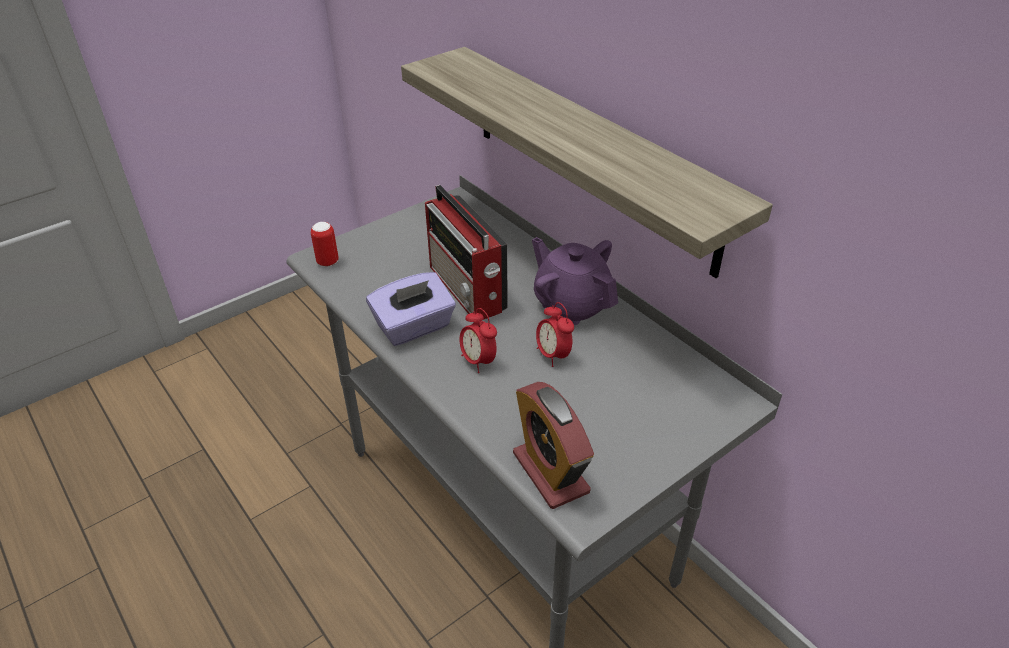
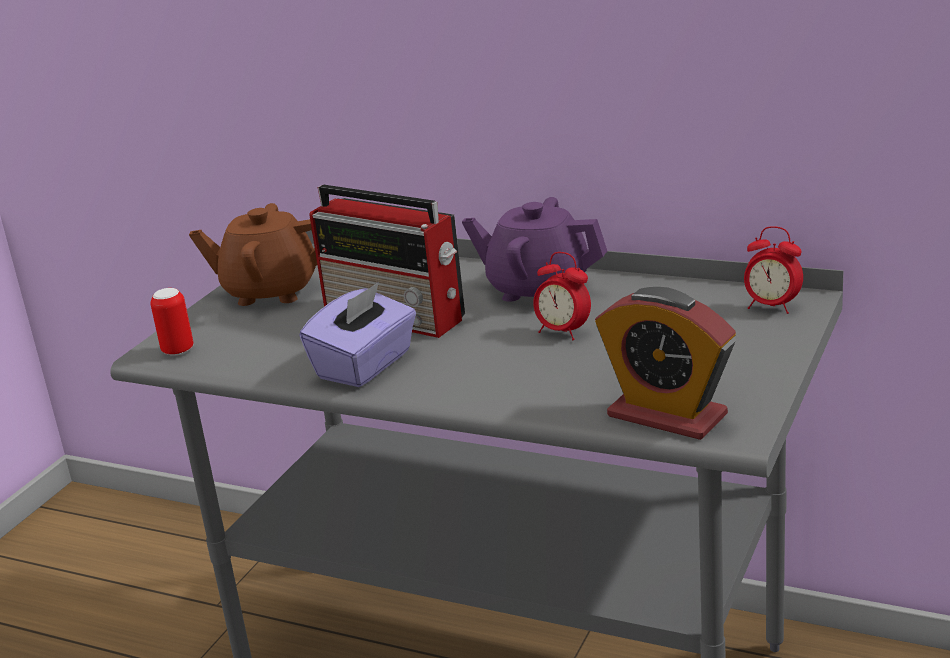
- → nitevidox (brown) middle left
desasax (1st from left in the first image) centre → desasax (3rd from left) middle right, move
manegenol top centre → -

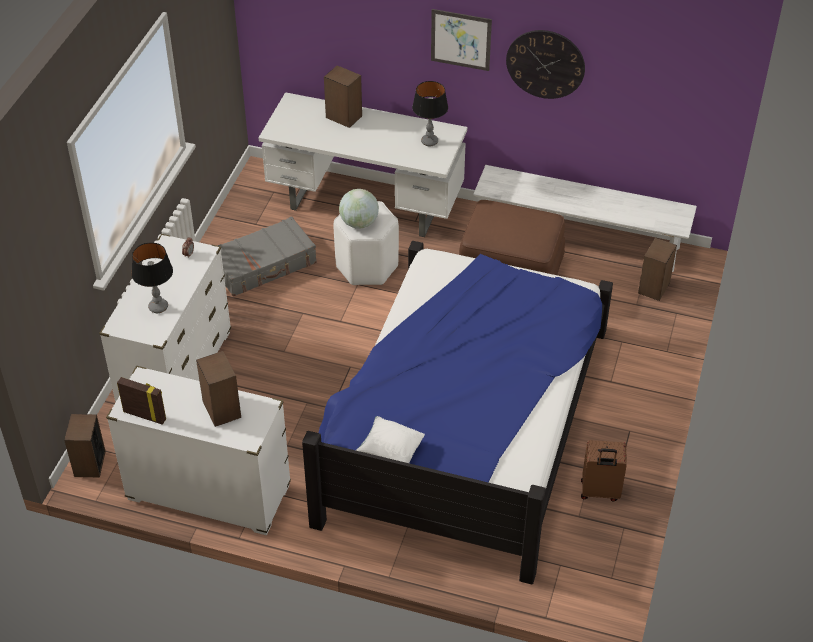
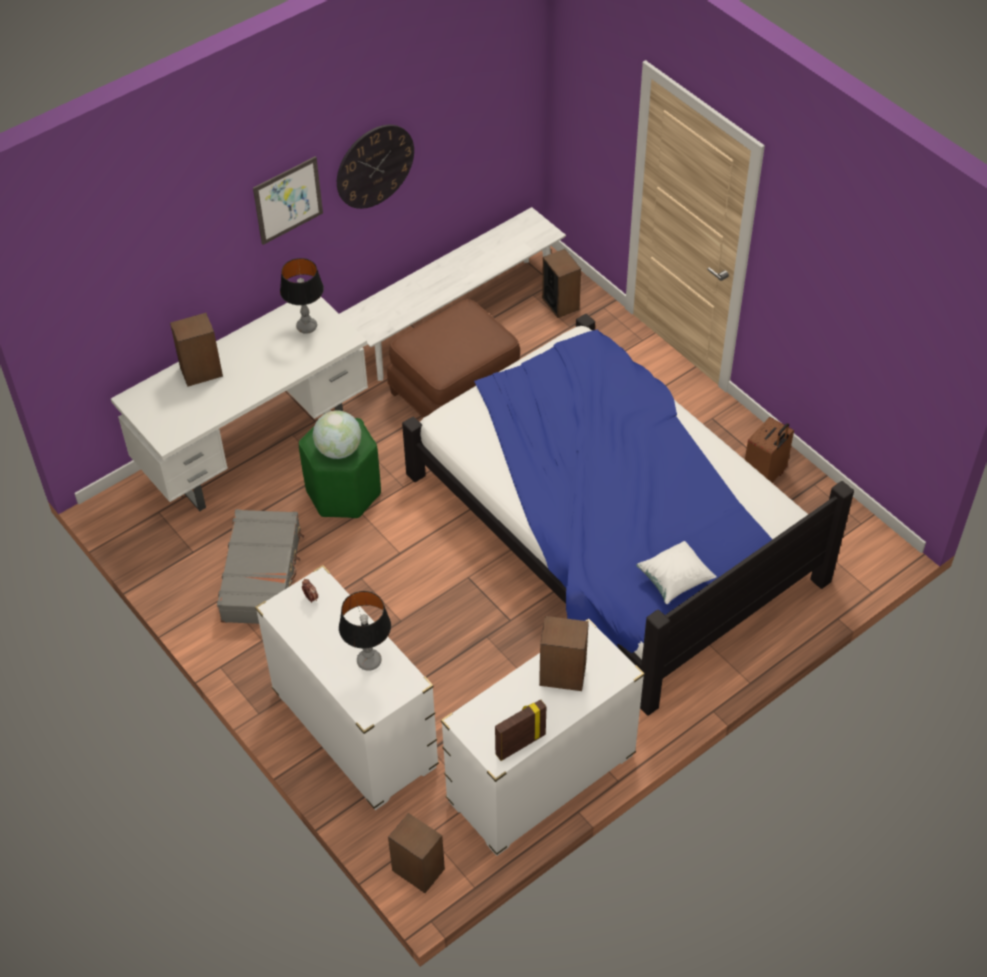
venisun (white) centre → venisun (green) centre

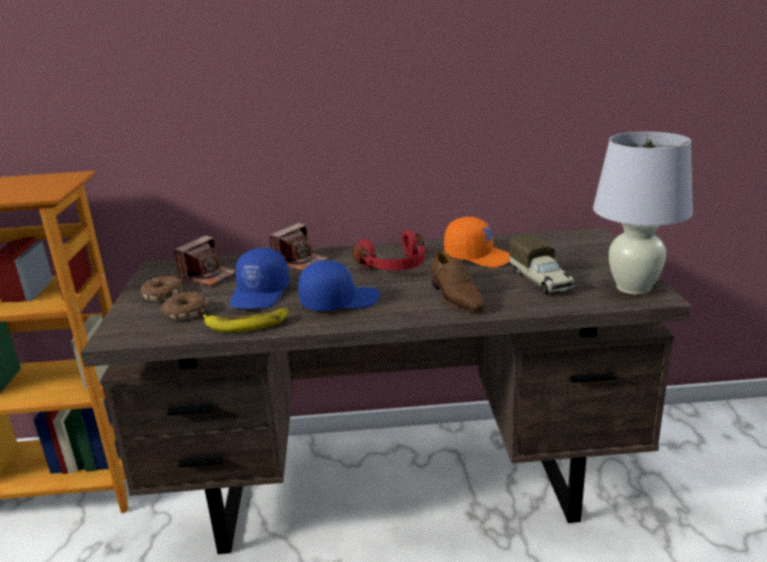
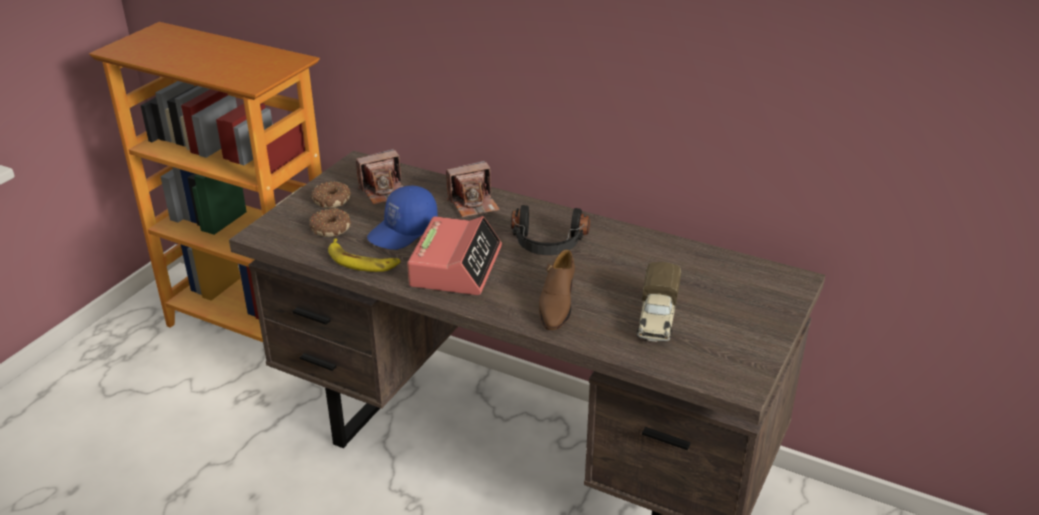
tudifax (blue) (2nd from left) centre → desasax centre
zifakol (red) centre → zifakol (black) centre
tudifax (orange) centre → -
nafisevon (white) middle right → -

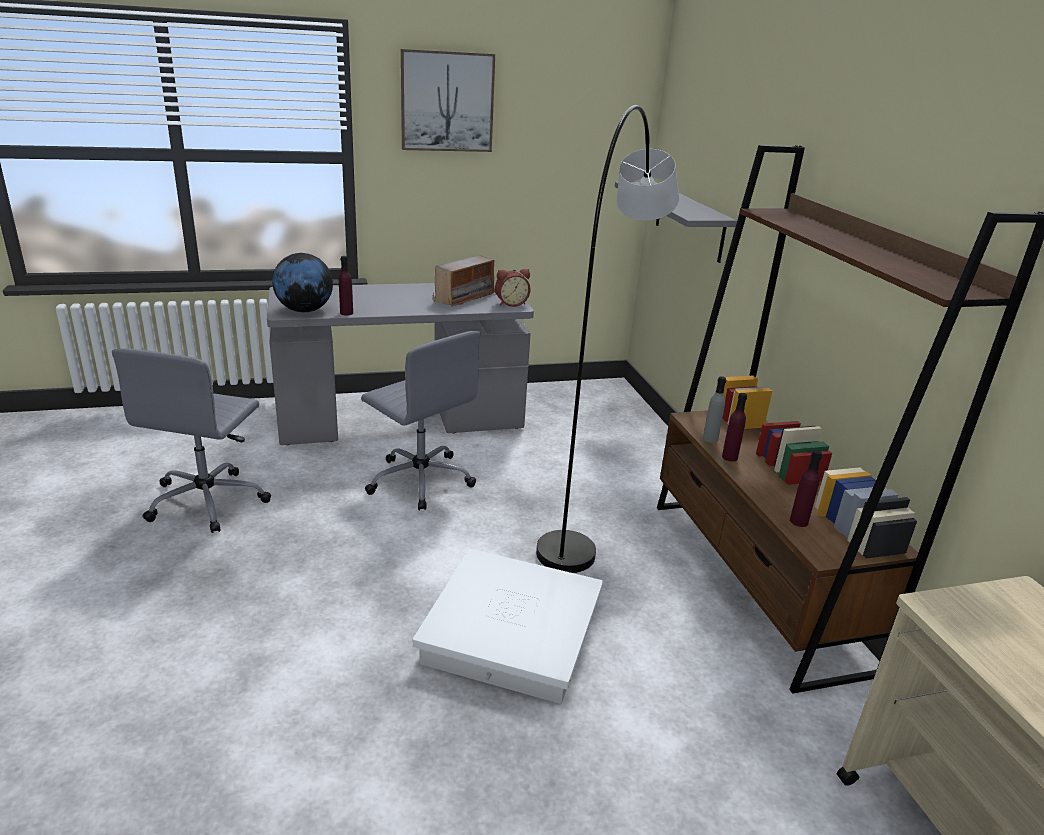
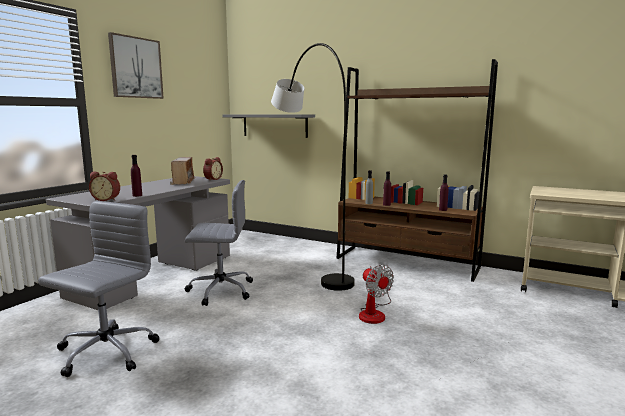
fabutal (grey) (1st from left) middle left → fabutal (grey) (1st from left) bottom left, 120 degrees counterclockwise
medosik middle left → desasax (1st from left) middle left
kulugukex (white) bottom centre → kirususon bottom centre

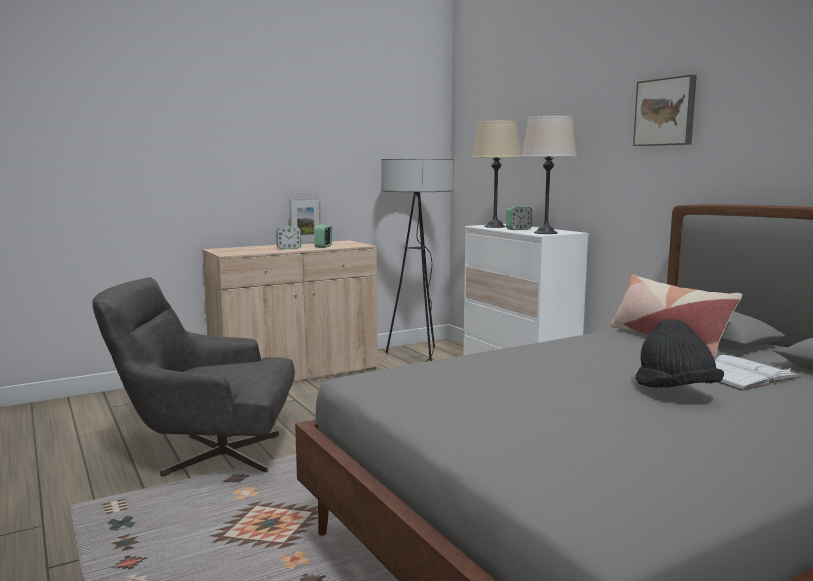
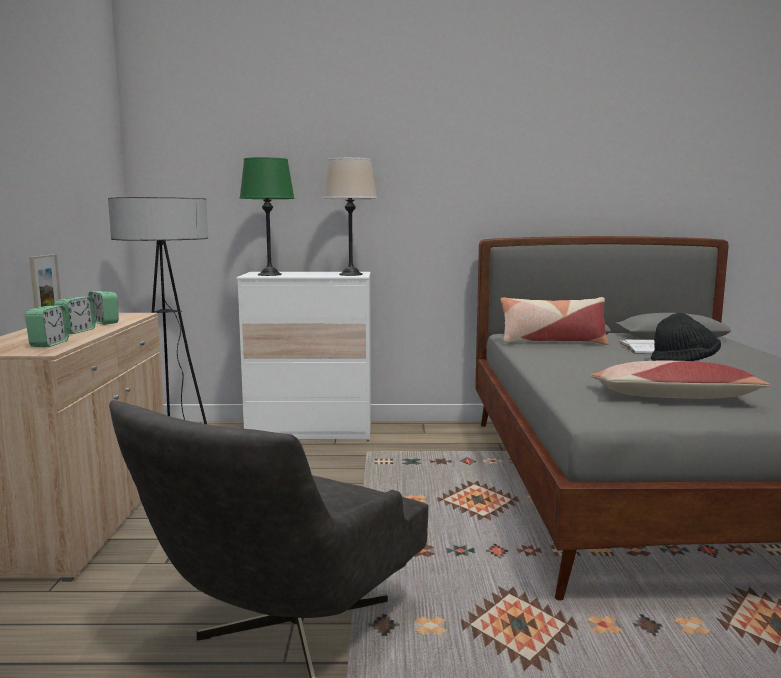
desasax (3rd from left in the first image) centre → desasax (1st from left) middle left, move
nafisevon (beige) (1st from left) top centre → nafisevon (green) top centre
- → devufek (2nd from left) middle right
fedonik top right → -

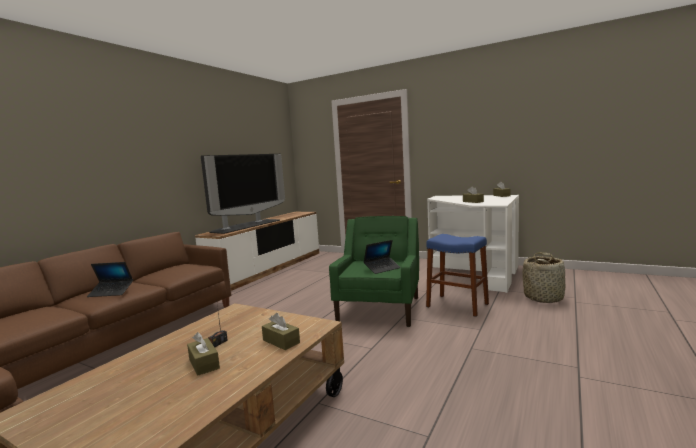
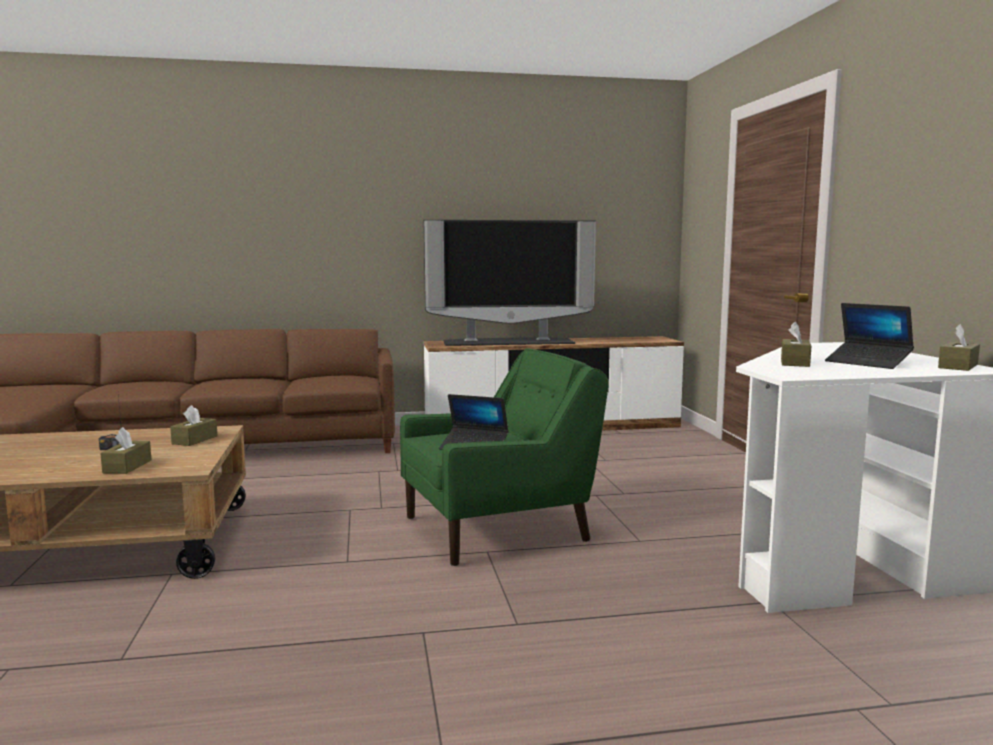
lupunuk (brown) (1st from left in the first image) bottom left → lupunuk (brown) (2nd from left) middle left, move
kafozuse (1st from left in the first image) middle left → kafozuse (2nd from left) middle right, move
venisun (blue) centre → -
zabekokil middle right → -

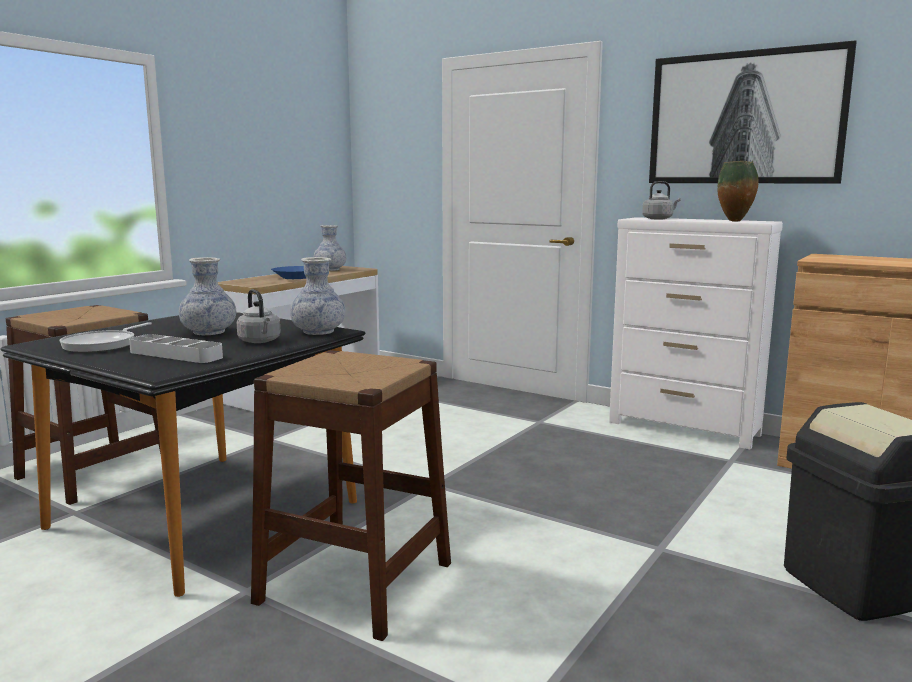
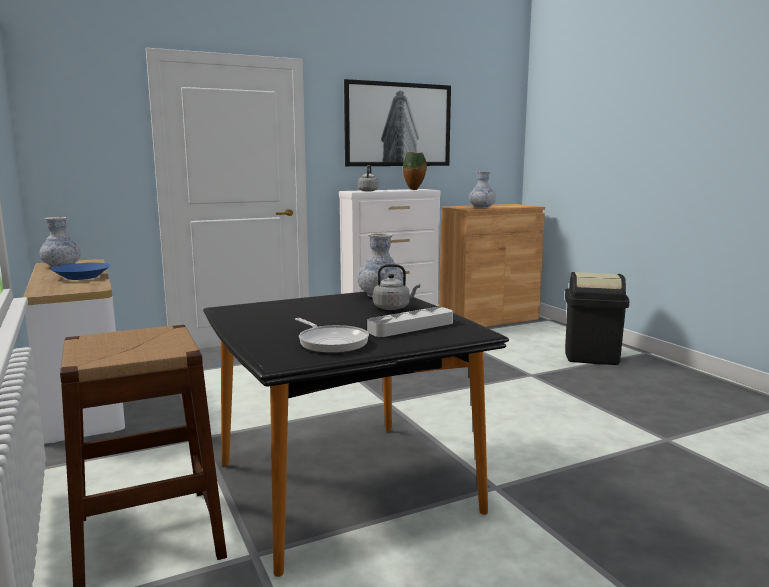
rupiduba (1st from left in the first image) middle left → rupiduba (4th from left) top centre, move
venisun (brown) (2nd from left) bottom centre → -

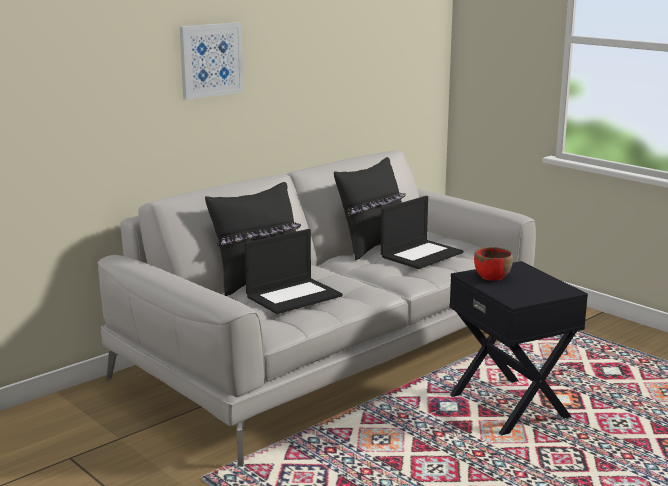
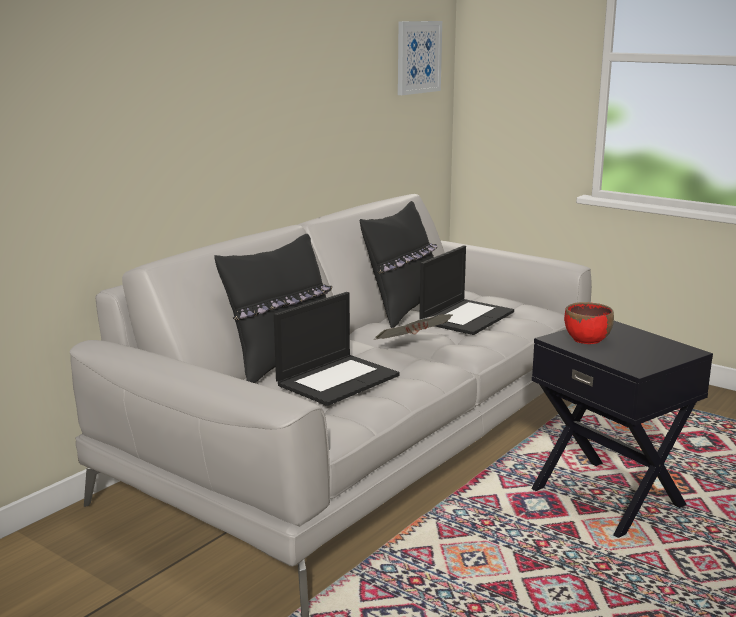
- → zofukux centre
fedonik top left → fedonik top centre, move

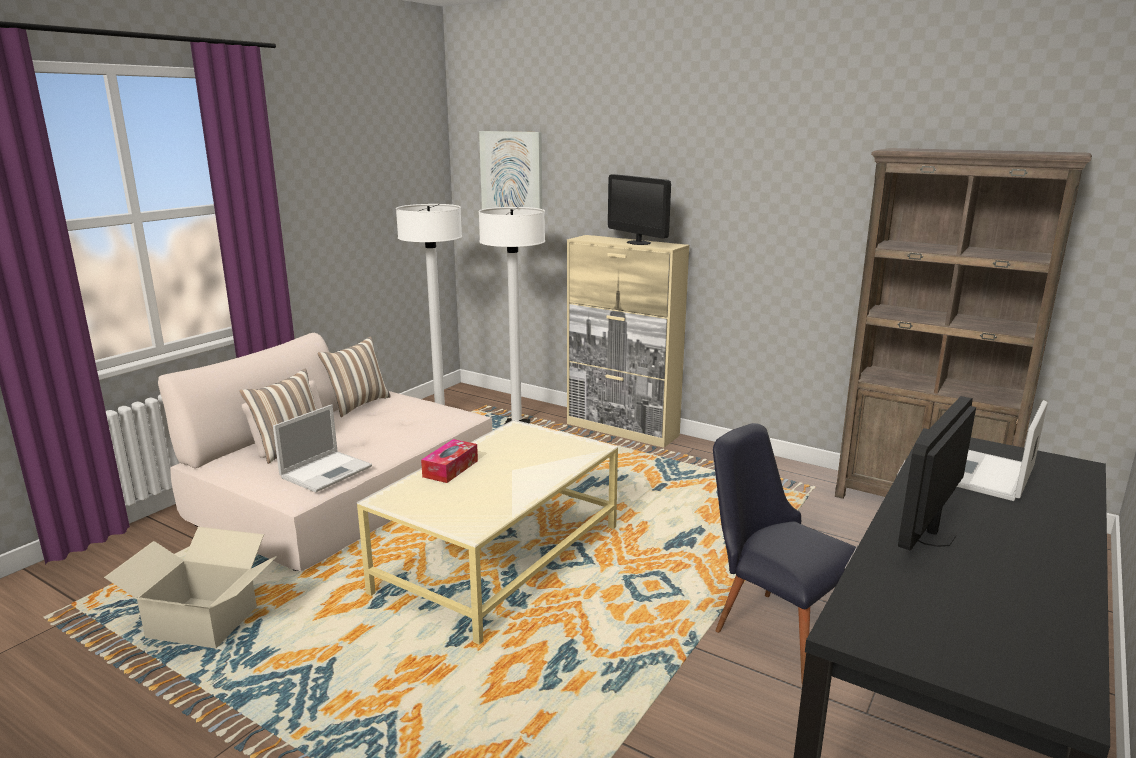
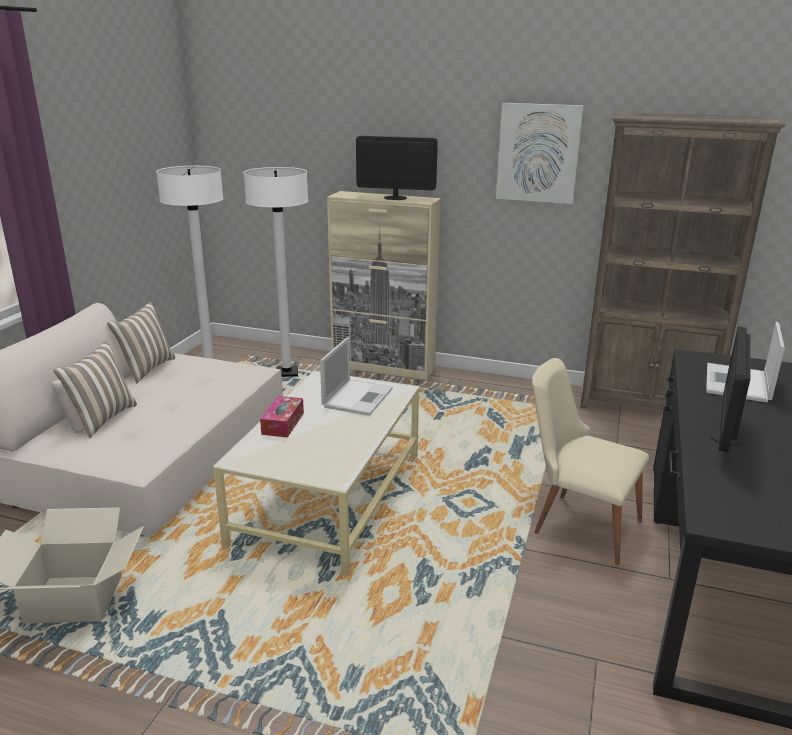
kafozuse (1st from left) middle left → kafozuse (1st from left) centre, move
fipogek (1st from left) top centre, 150 degrees clockwise
fedonik top centre → fedonik top right, move
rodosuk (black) bottom right → rodosuk (beige) middle right

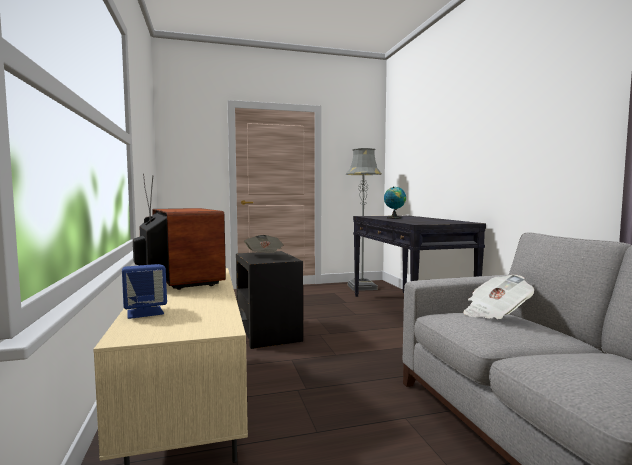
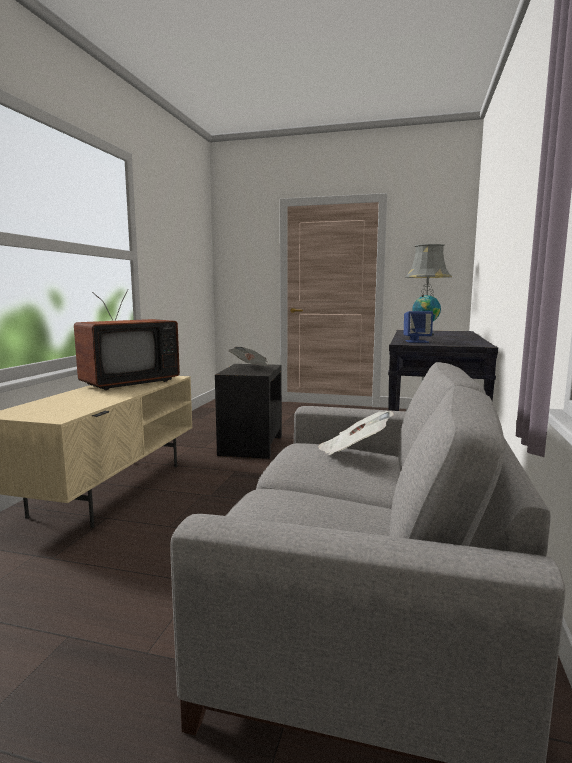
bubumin middle left, 45 degrees clockwise
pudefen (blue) middle left → pudefen (blue) middle right, move

